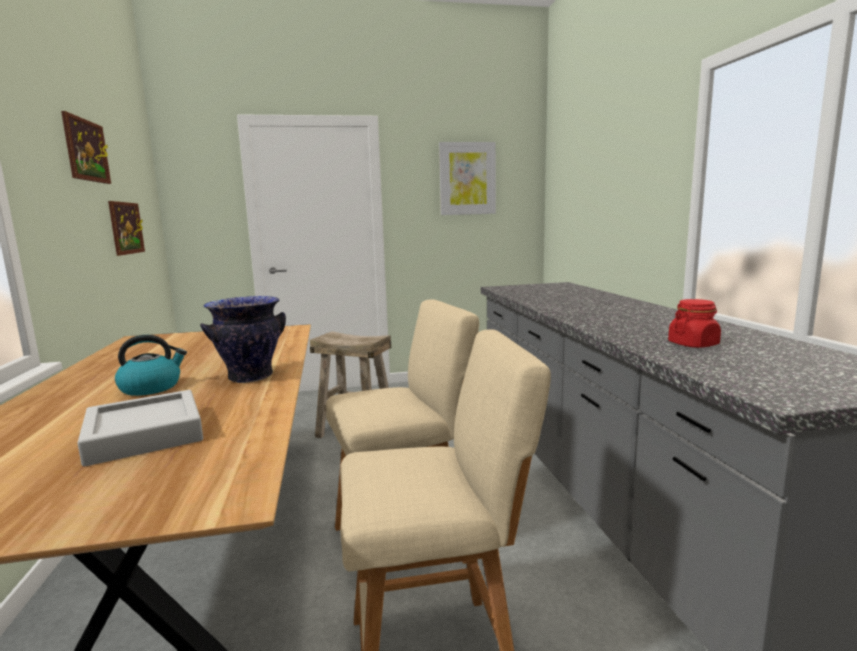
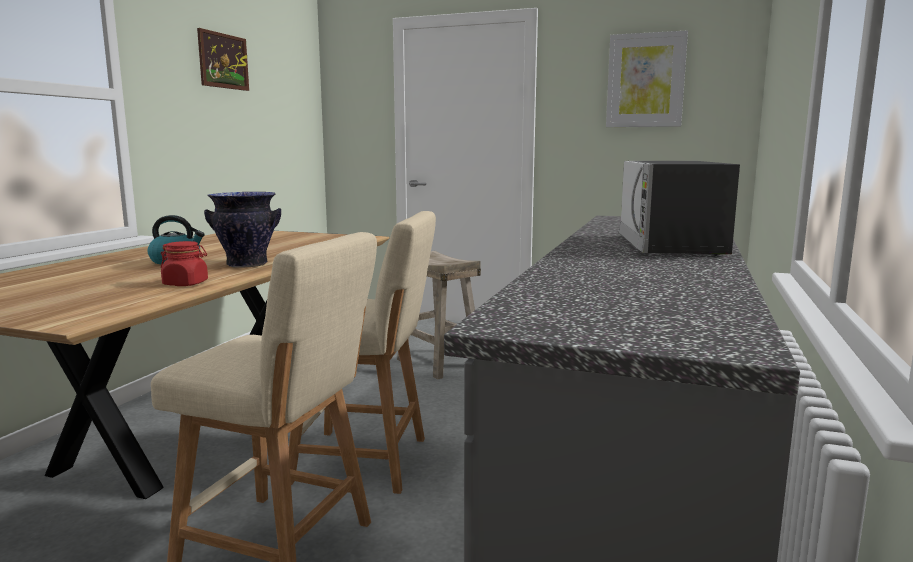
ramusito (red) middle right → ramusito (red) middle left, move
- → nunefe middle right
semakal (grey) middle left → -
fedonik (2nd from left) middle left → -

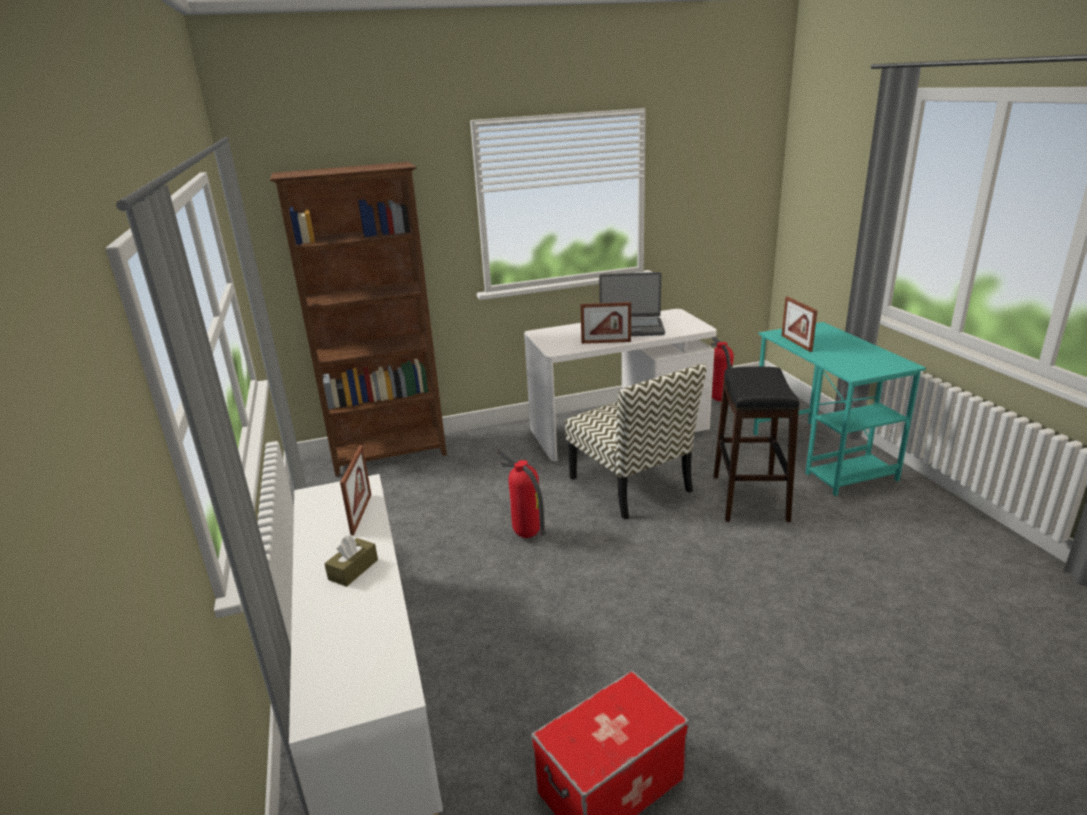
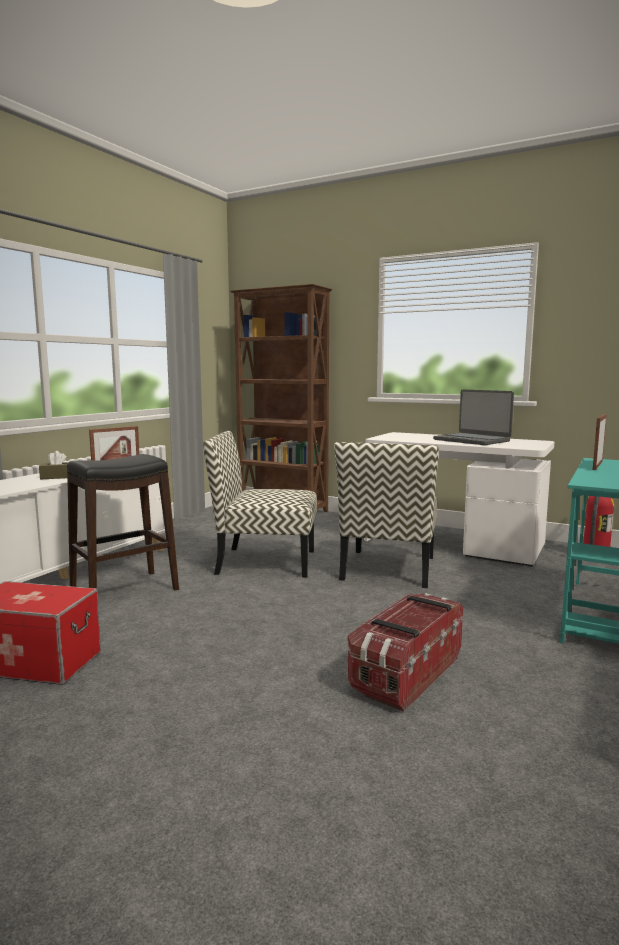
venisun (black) middle right → venisun (black) middle left, move
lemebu (1st from left) centre → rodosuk (1st from left) centre
- → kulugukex (2nd from left) bottom centre
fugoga (2nd from left) centre → -

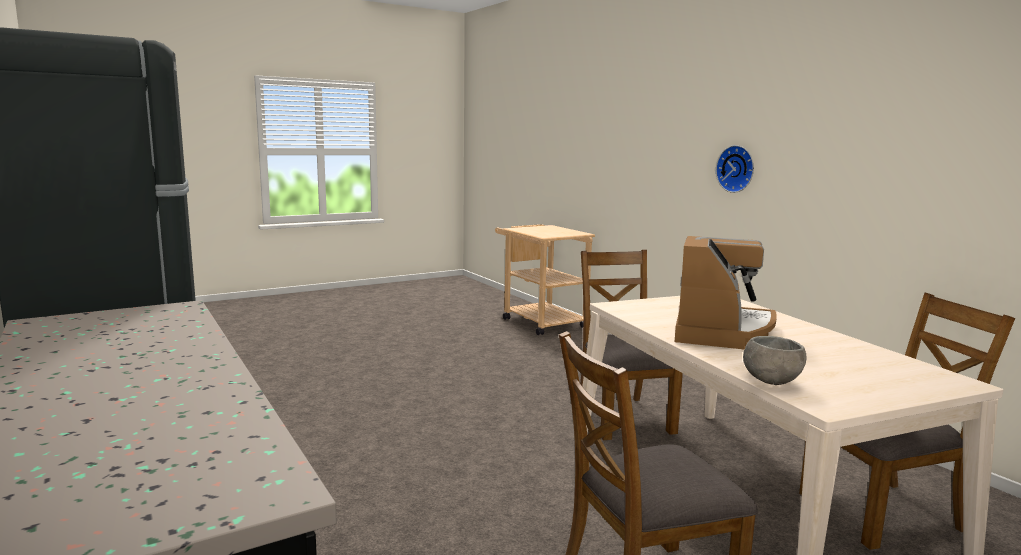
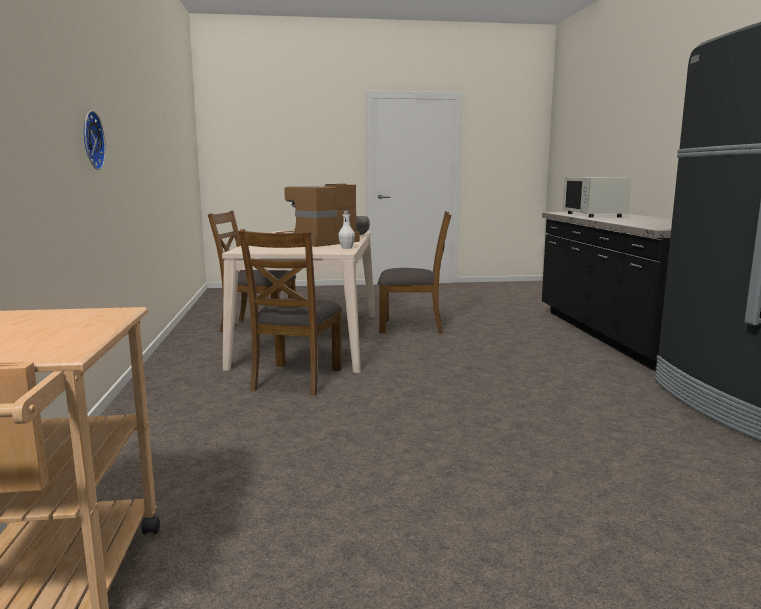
- → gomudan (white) centre
- → nunefe (white) top right

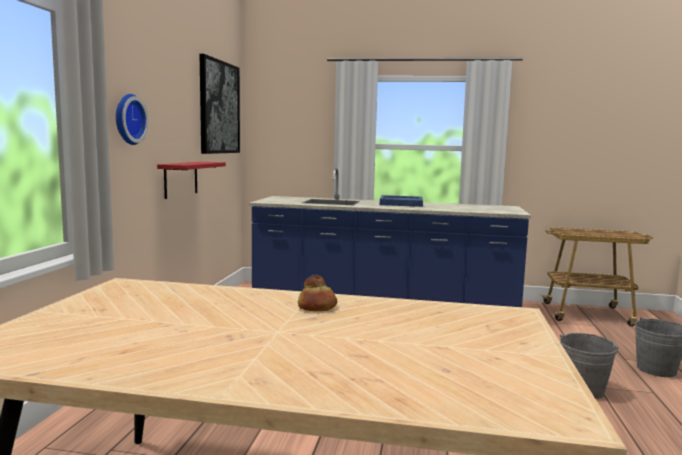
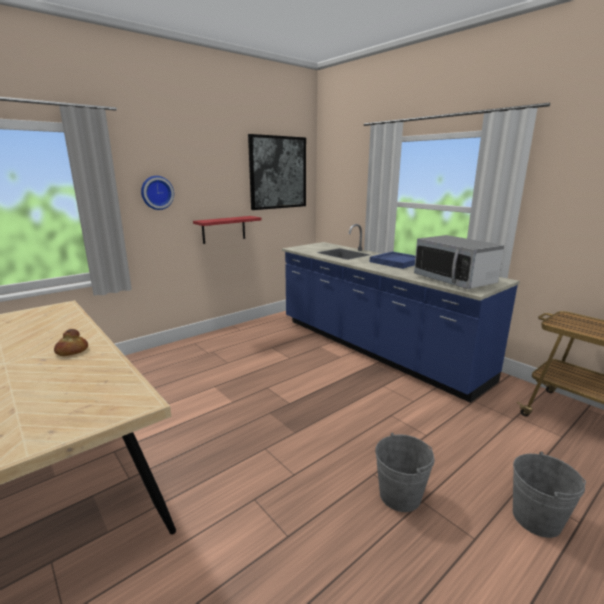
- → nunefe middle right

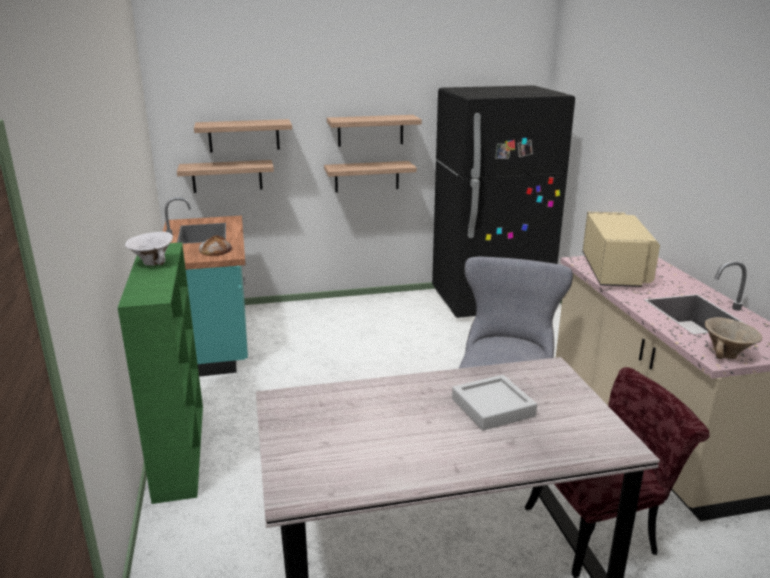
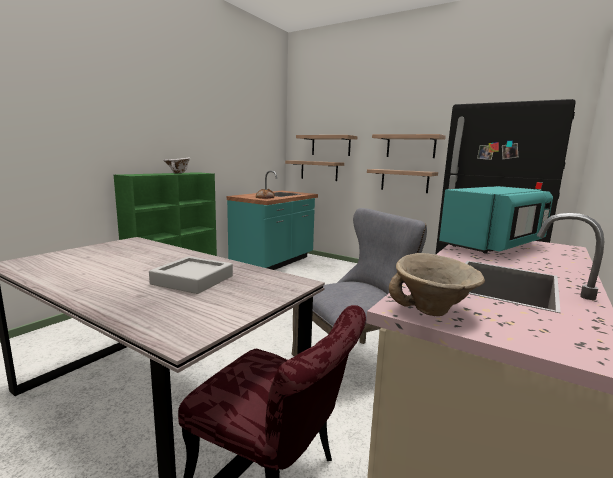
nunefe (beige) middle right → nunefe (turquoise) middle right

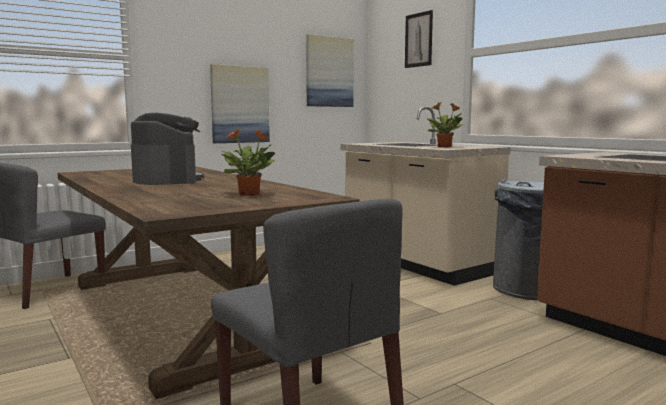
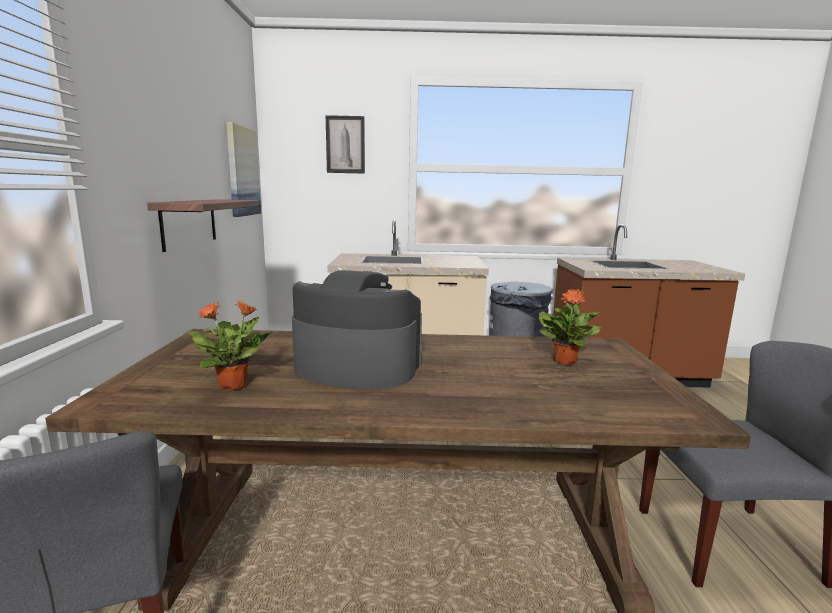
fedonik (1st from left) top centre → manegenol middle left
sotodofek (2nd from left in the first image) top right → sotodofek (1st from left) middle left, move

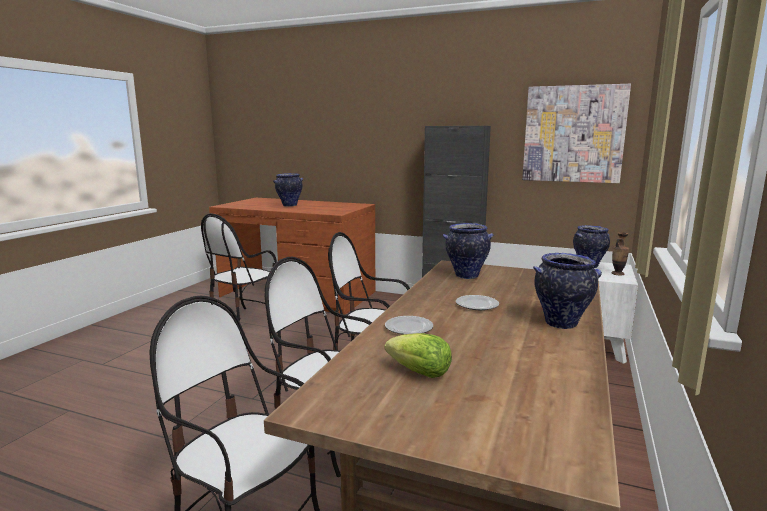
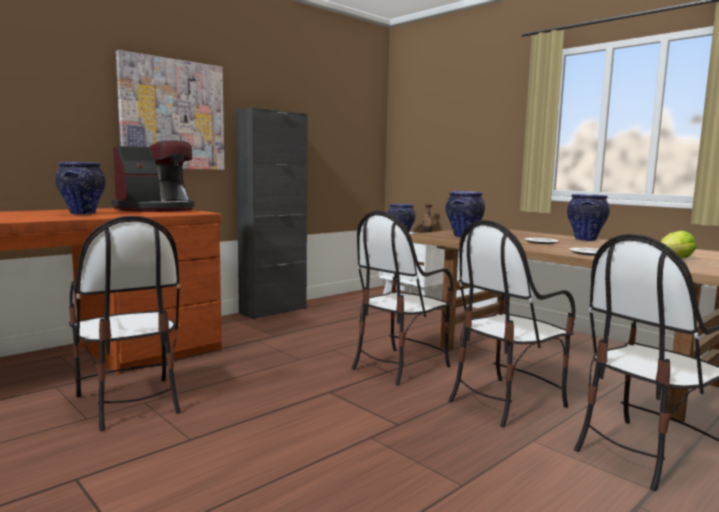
- → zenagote middle left
fedonik top right → fedonik top left, move

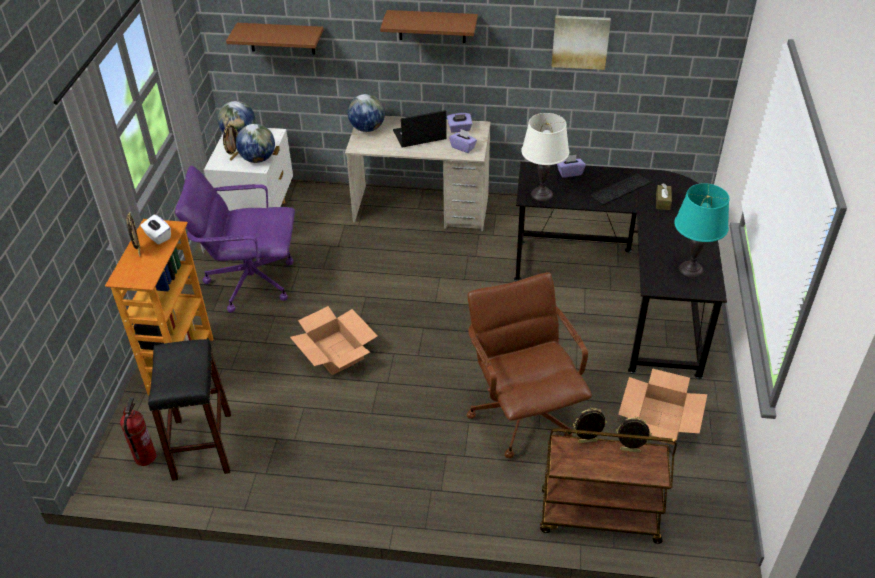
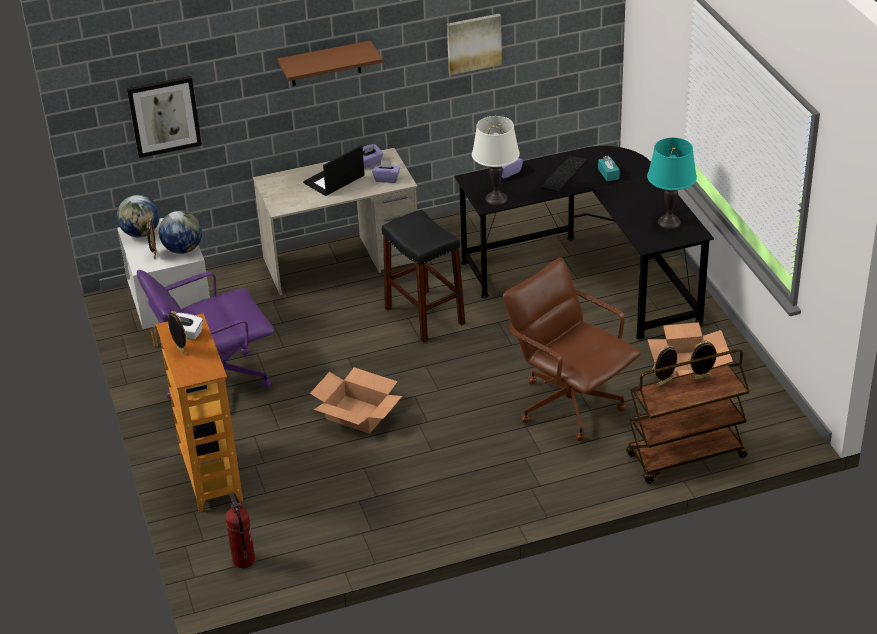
manegenol (brown) (1st from left) top left → fedonik (1st from left) top left
venisun (black) bottom left → venisun (black) centre, move
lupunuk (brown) middle right → lupunuk (turquoise) top right
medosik (3rd from left) top centre → -

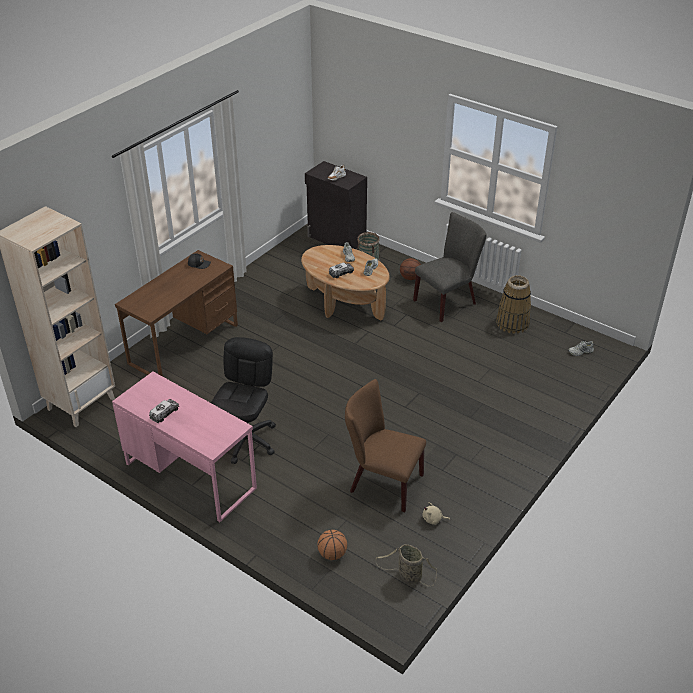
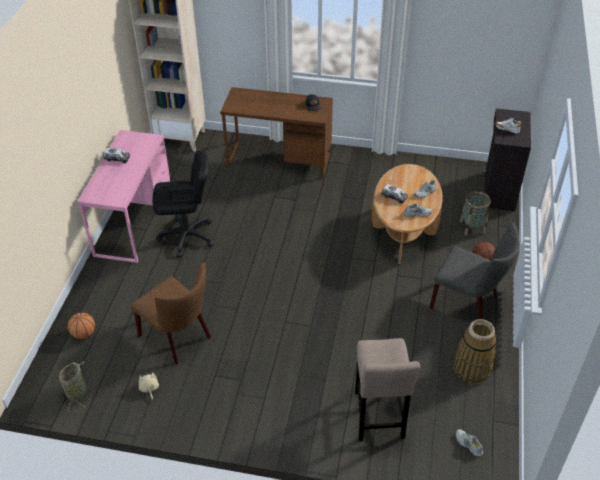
rodosuk (brown) centre → rodosuk (brown) middle left, 135 degrees clockwise
- → venisun (beige) bottom centre

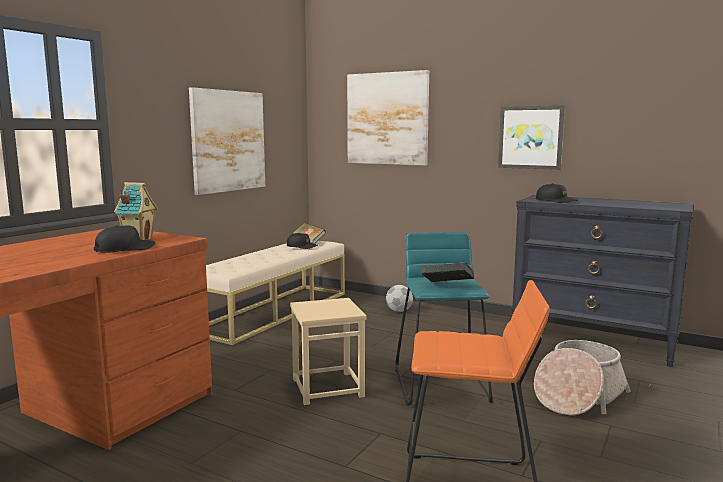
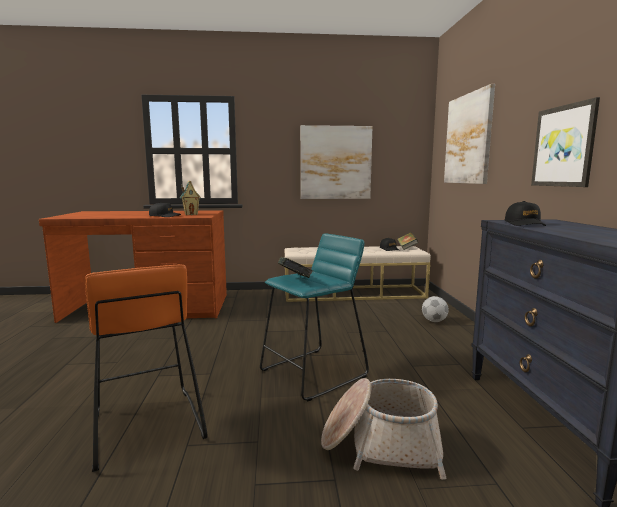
venisun (beige) bottom centre → -

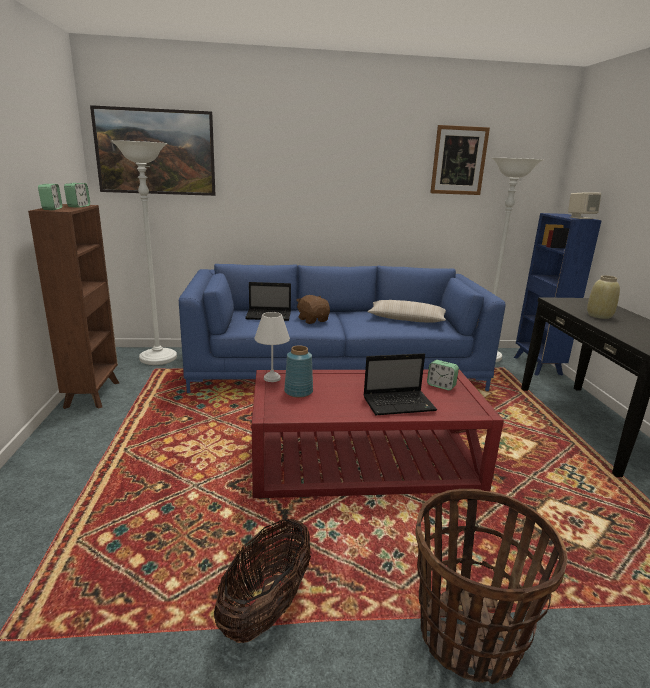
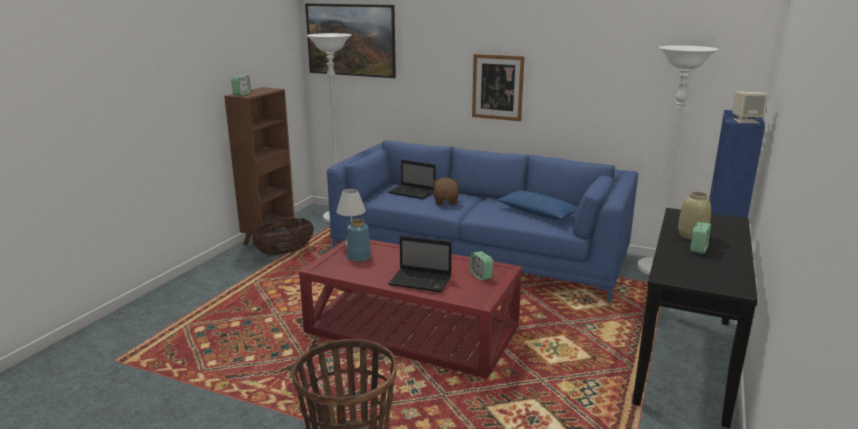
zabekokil (1st from left) bottom centre → zabekokil (1st from left) middle left, move
fedonik (2nd from left) top right → fedonik (2nd from left) top centre, move
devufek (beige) centre → devufek (blue) centre
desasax (2nd from left in the first image) top left → desasax (3rd from left) middle right, move

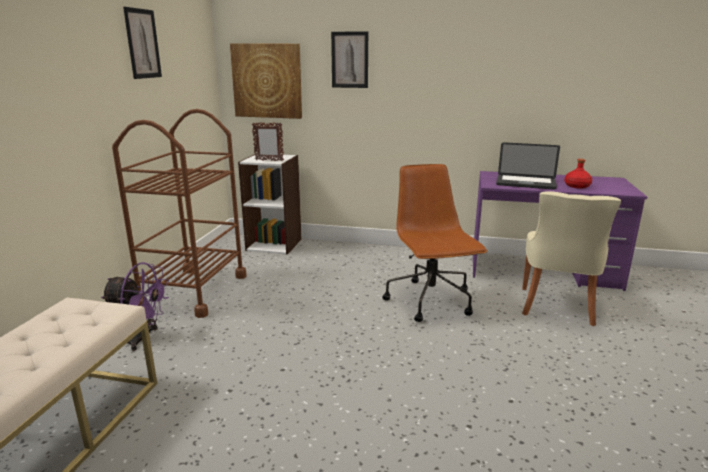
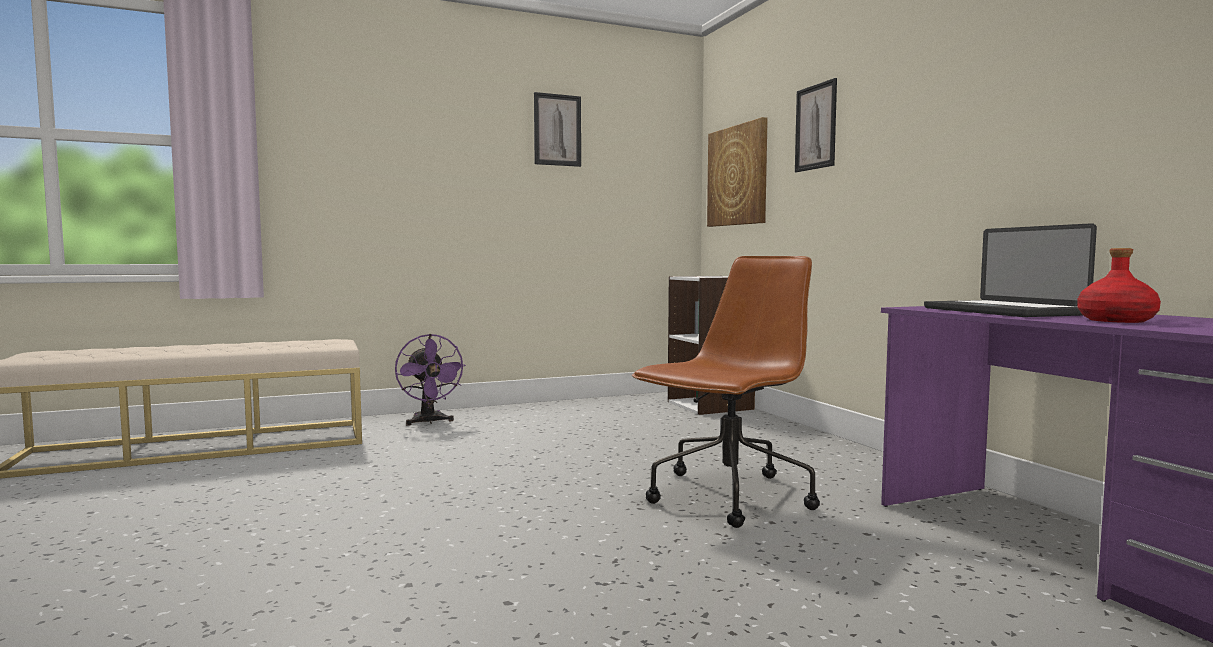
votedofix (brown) middle left → -
fugoga top centre → -
rodosuk (beige) middle right → -

